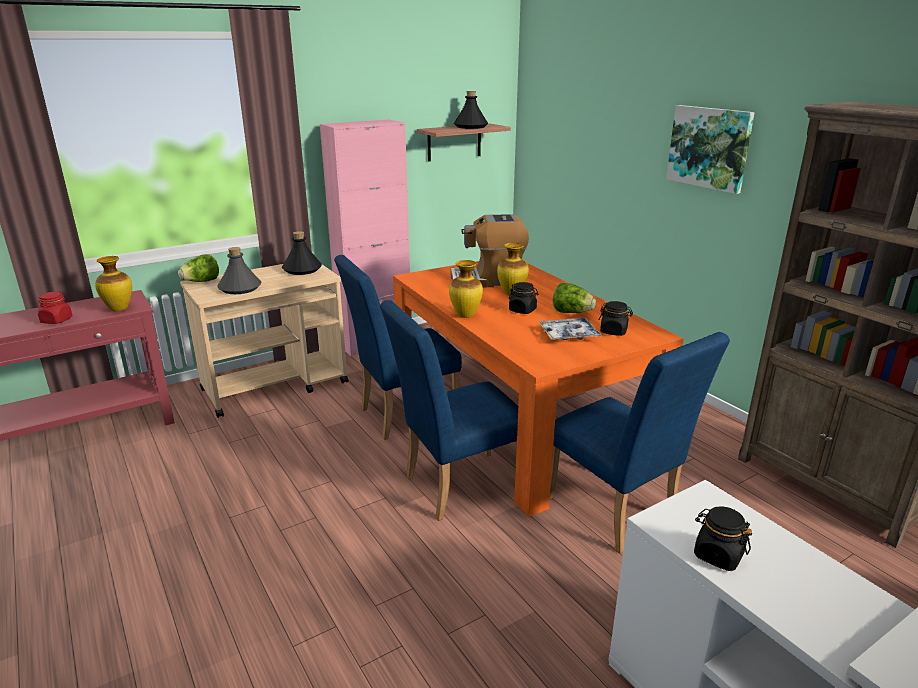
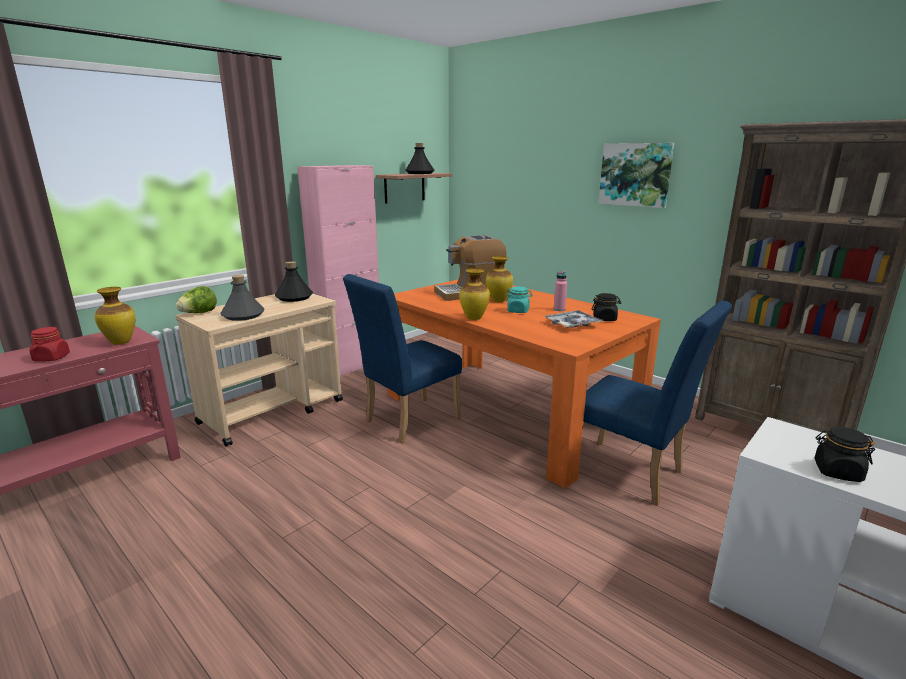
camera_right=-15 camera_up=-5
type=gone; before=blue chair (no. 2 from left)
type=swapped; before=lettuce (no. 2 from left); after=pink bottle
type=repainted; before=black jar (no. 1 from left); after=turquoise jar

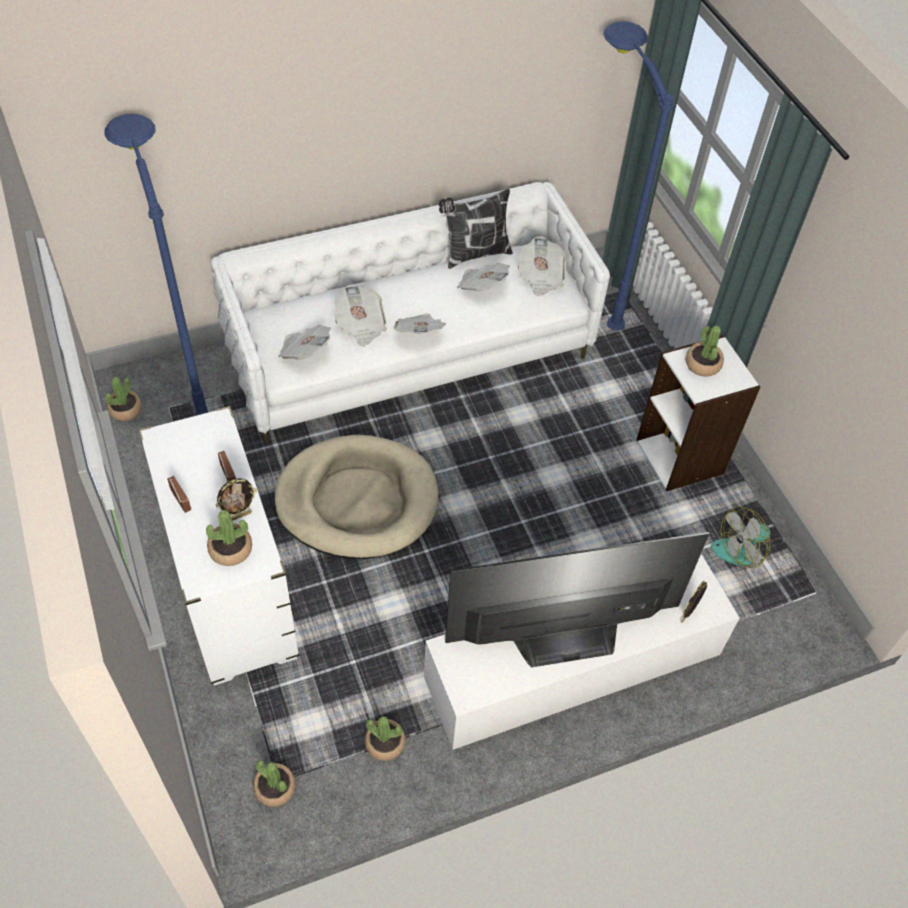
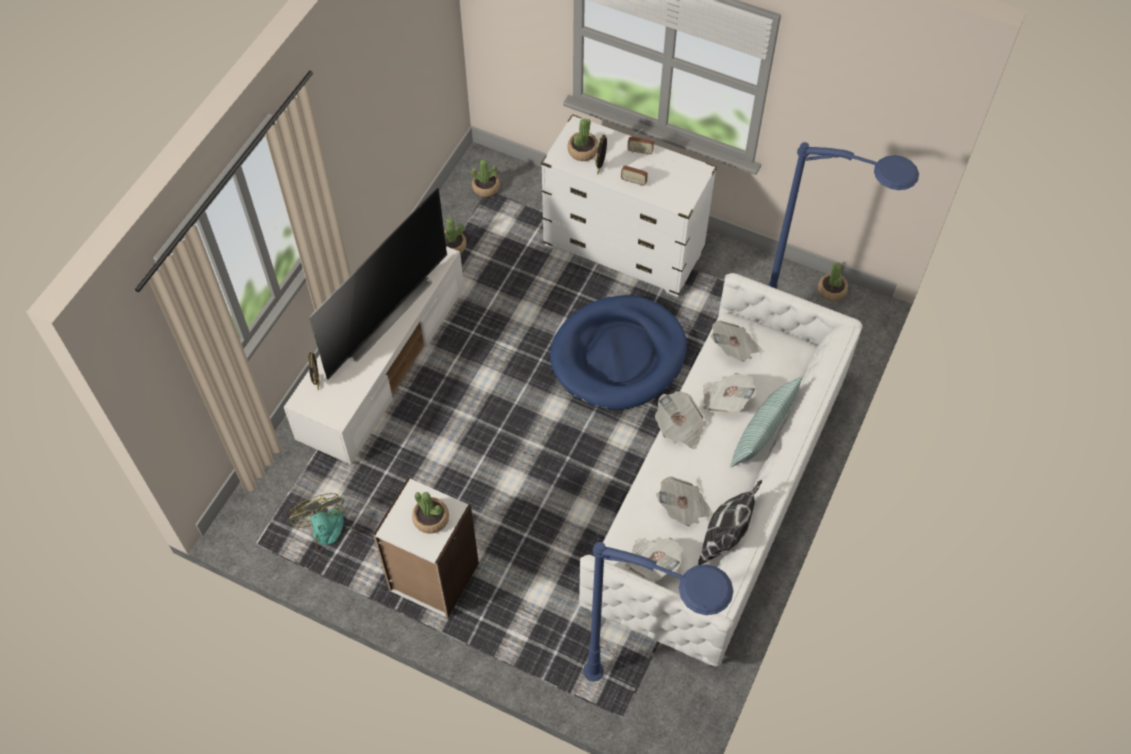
camera_right=140 camera_up=5
type=new; after=pillow (no. 2 from left)
type=repainted; before=beige dog bed; after=blue dog bed
type=rotated; before=fan; turn=-45

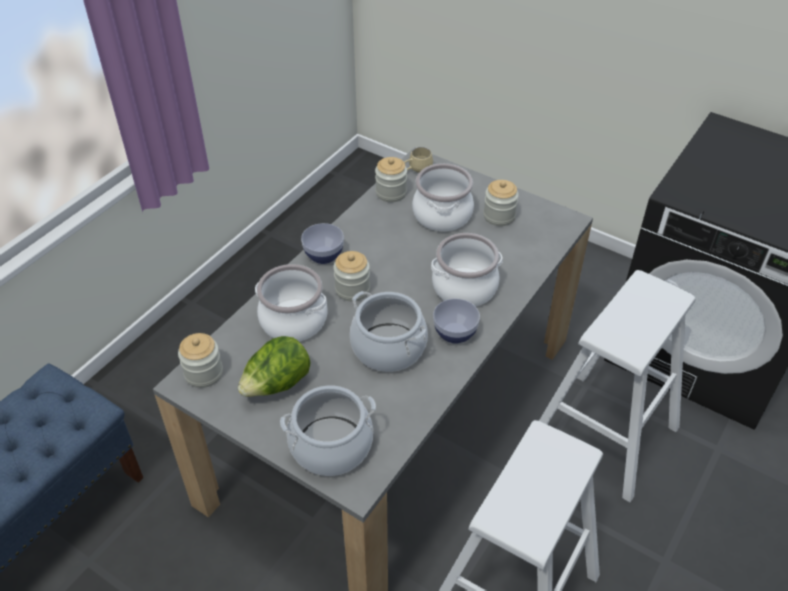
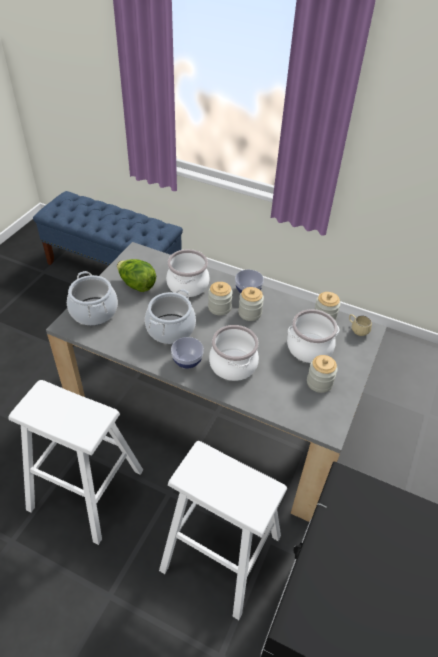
camera_right=80 camera_up=0
type=shifted; before=jar (no. 1 from left in the first image); after=jar (no. 2 from left)

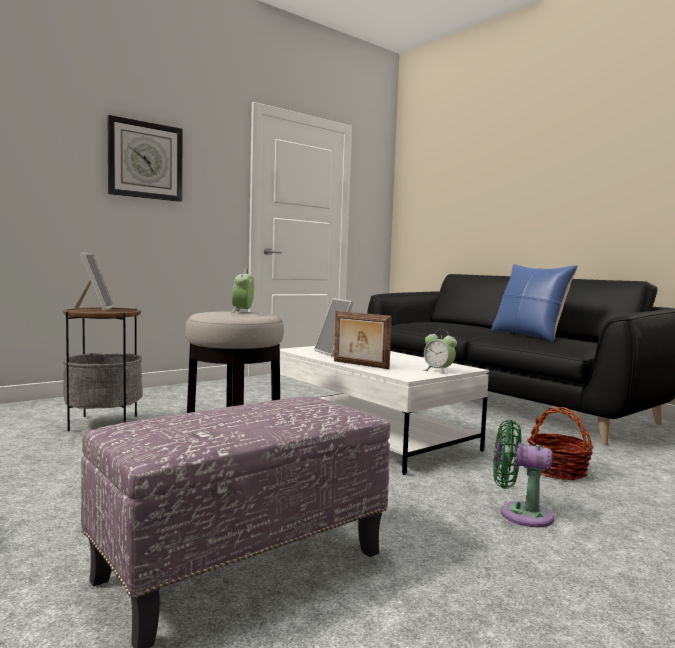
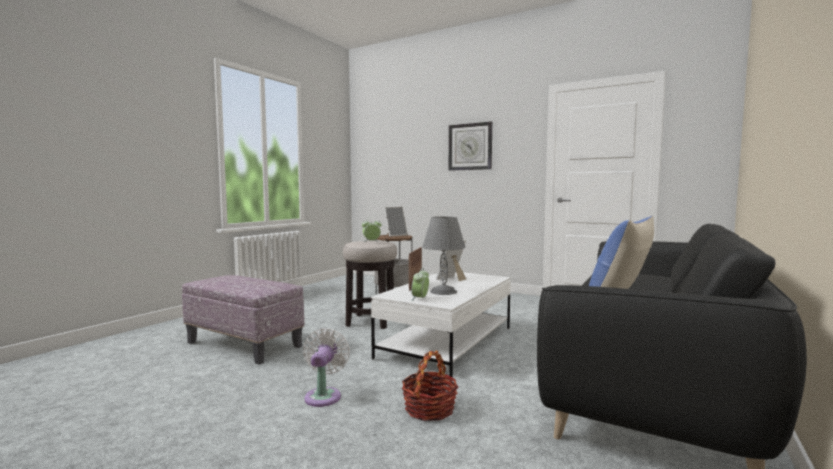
camera_right=70 camera_up=0
type=new; after=grey table lamp
type=repainted; before=green fan; after=white fan

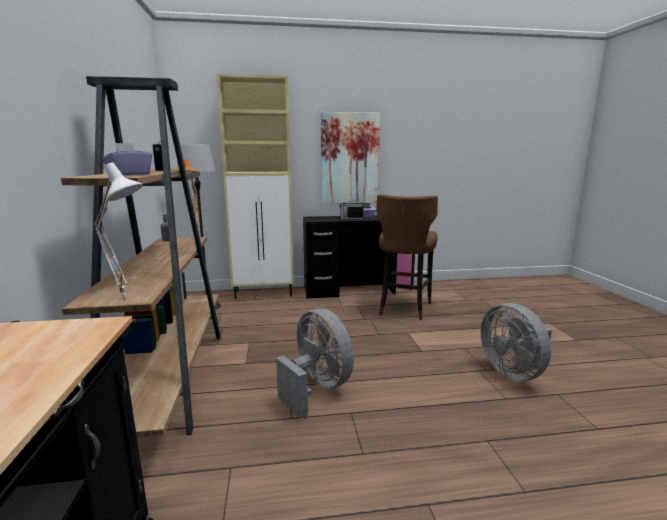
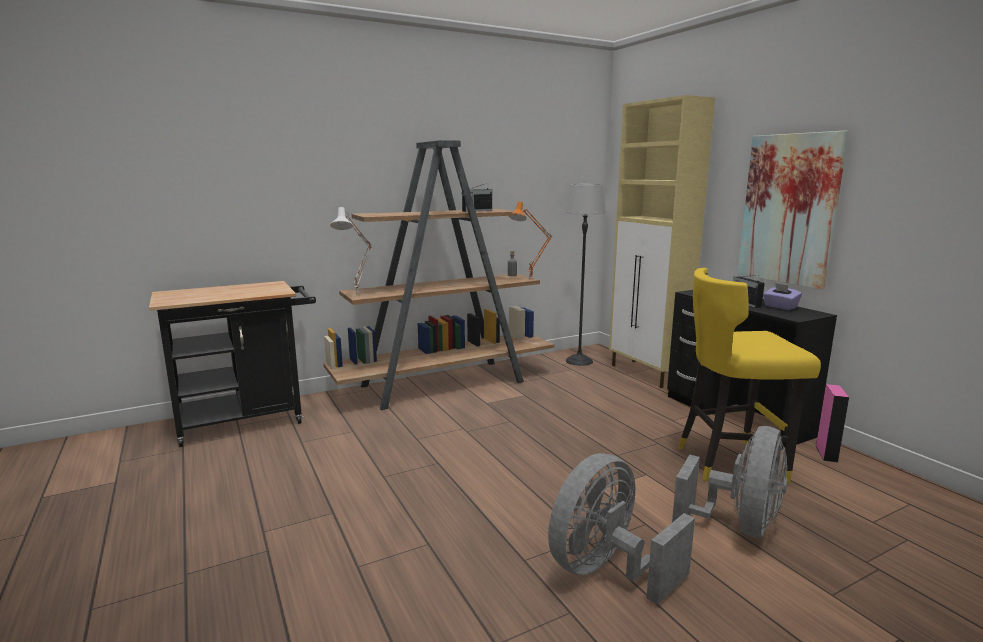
camera_right=70 camera_up=0
type=gone; before=purple tissue box (no. 1 from left)
type=shifted; before=grey fan (no. 1 from left in the first image); after=grey fan (no. 2 from left)
type=repainted; before=brown stool; after=yellow stool

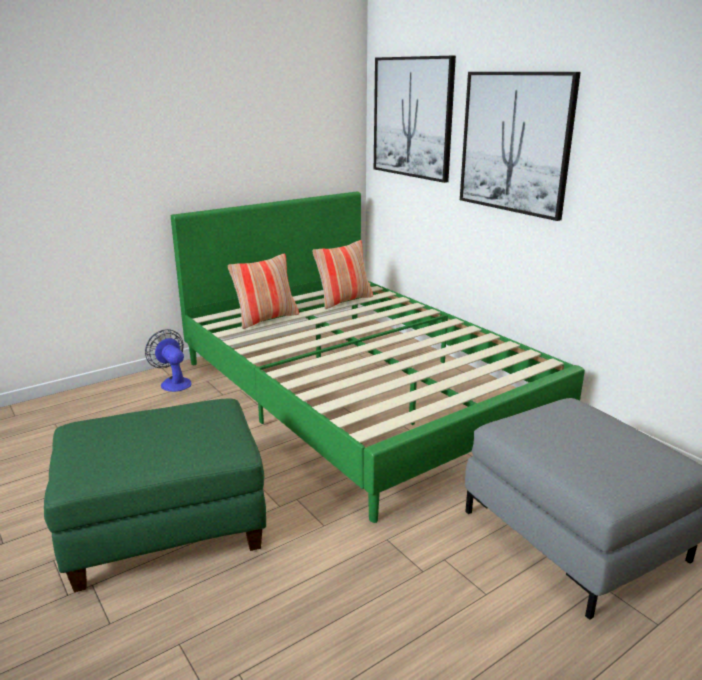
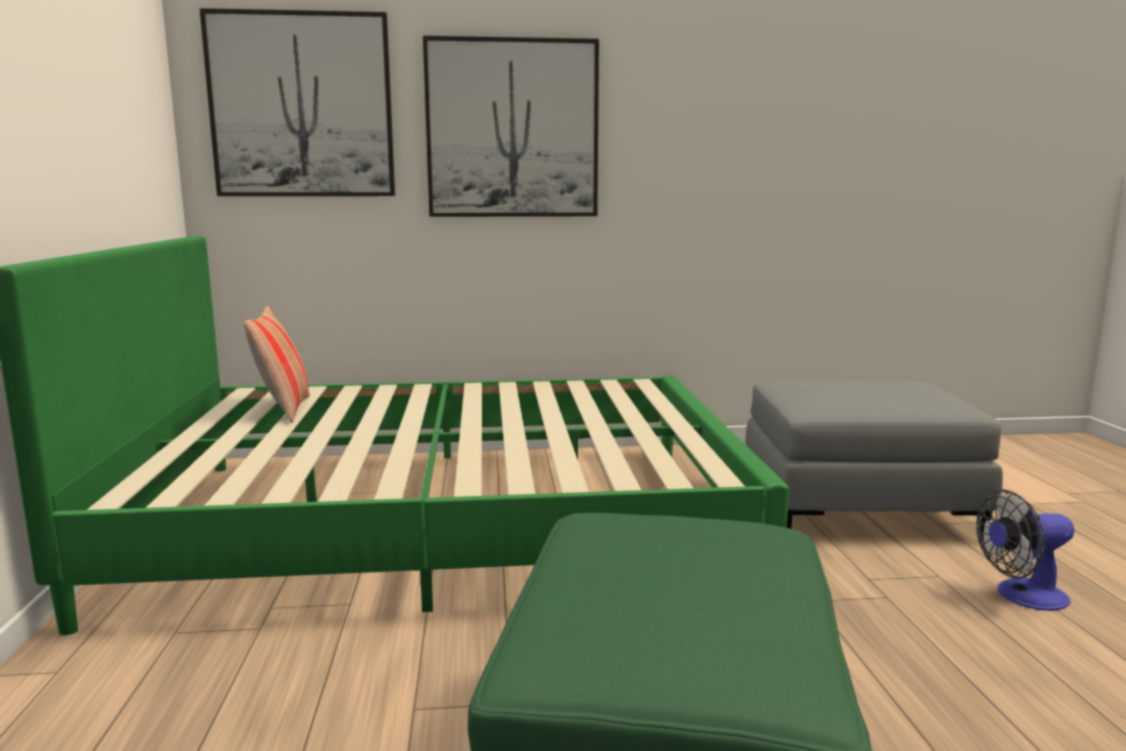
camera_right=-60 camera_up=-10
type=gone; before=pillow (no. 1 from left)
type=shifted; before=fan

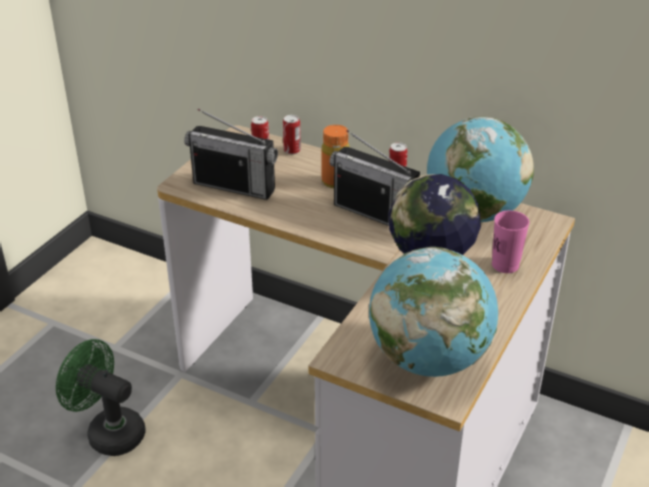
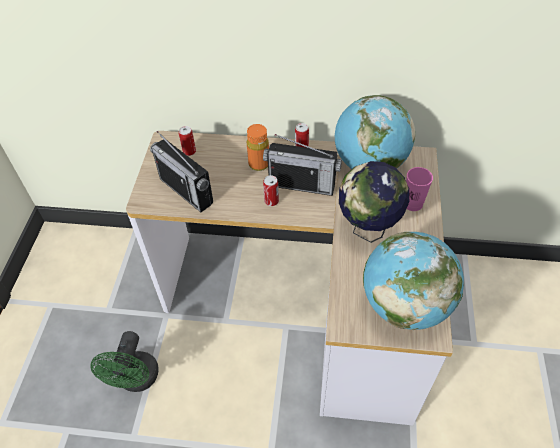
camera_right=-20 camera_up=15
type=shifted; before=can (no. 2 from left)
type=rotated; before=green fan; turn=-90
type=rotated; before=radio (no. 1 from left); turn=45

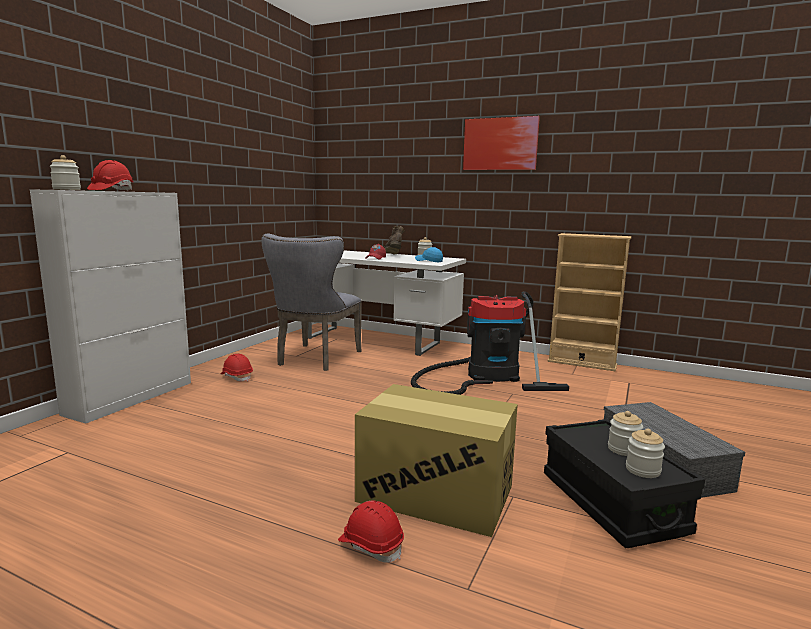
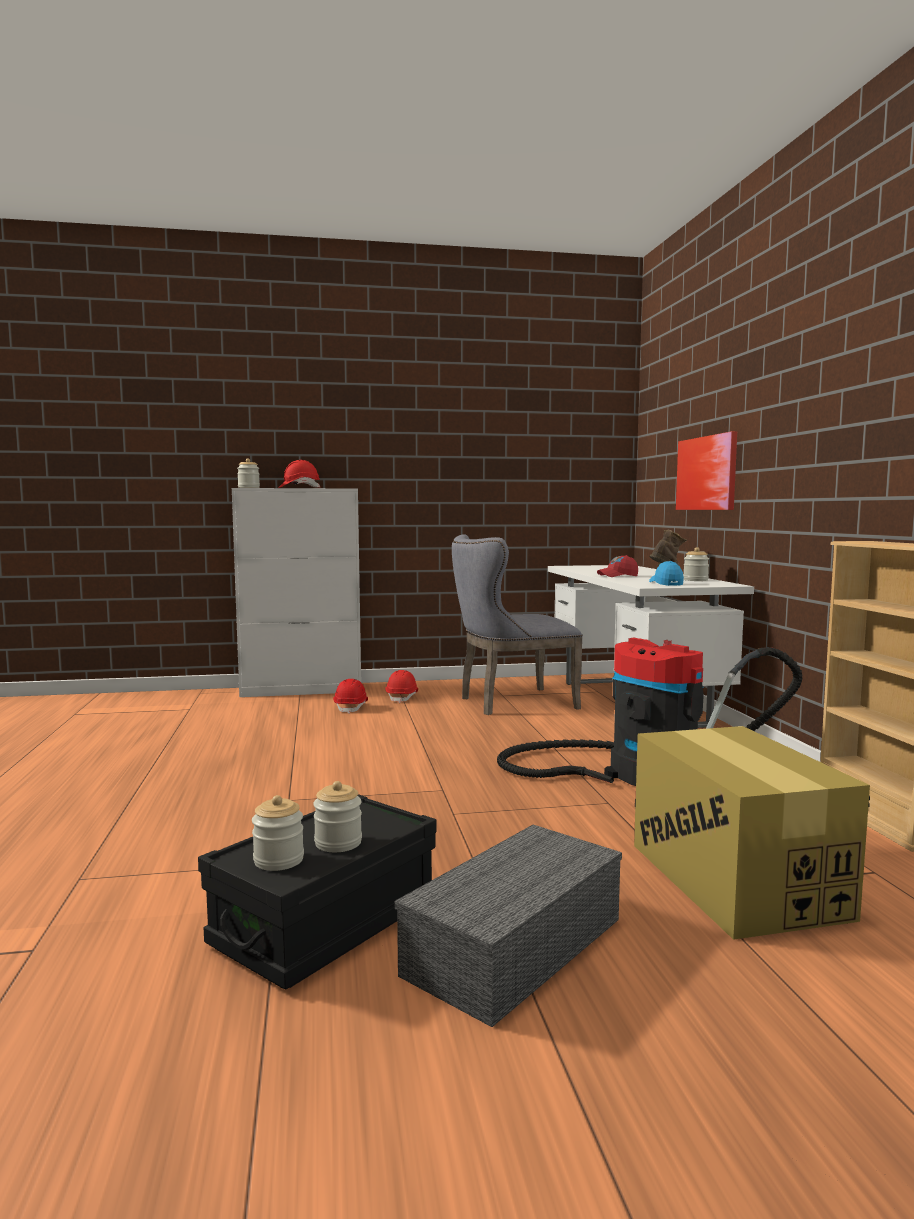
camera_right=55 camera_up=-5
type=shifted; before=red hard hat (no. 3 from left in the first image); after=red hard hat (no. 2 from left)
type=shifted; before=cardboard box
type=shifted; before=picture

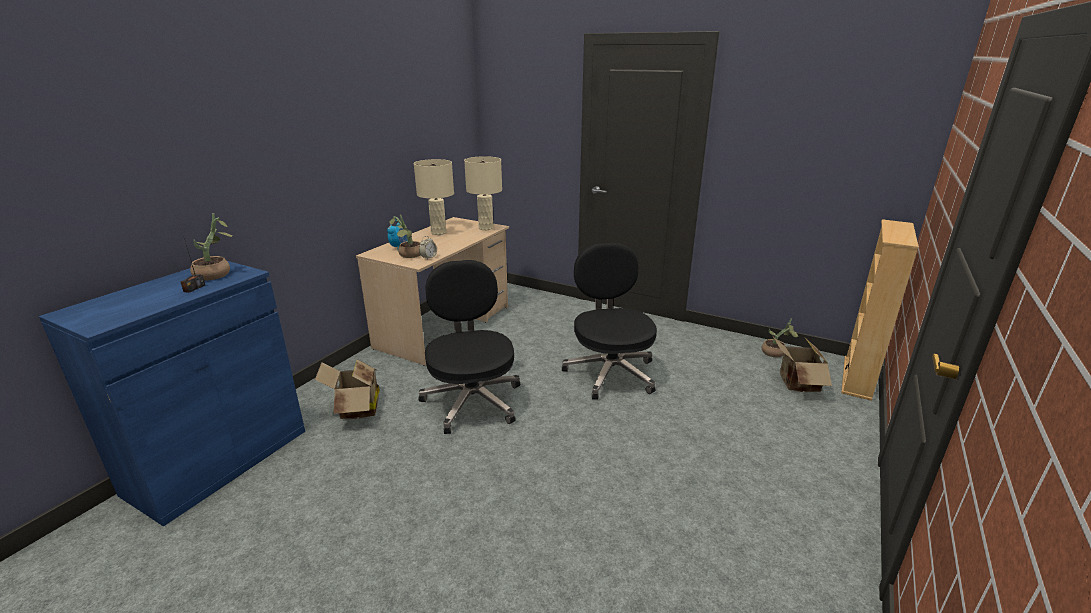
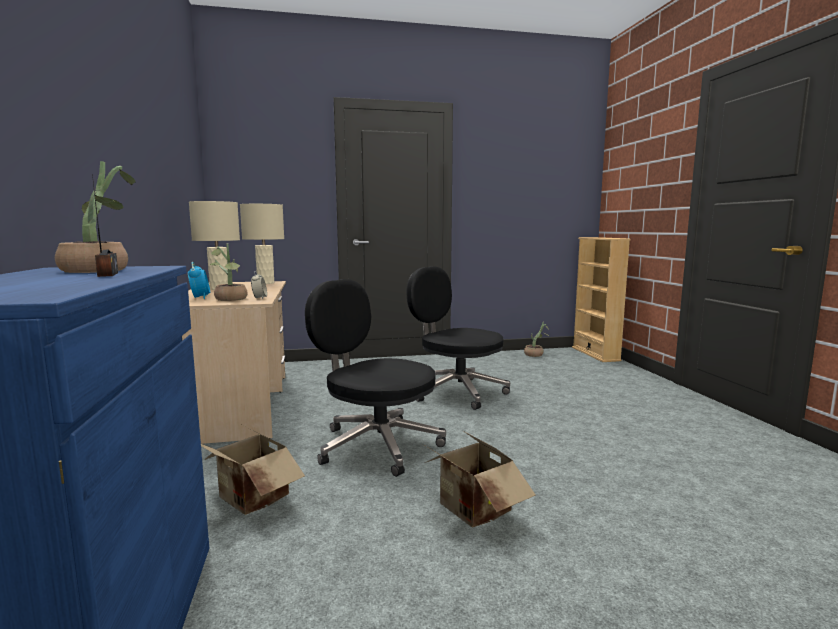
camera_right=-40 camera_up=-15
type=shifted; before=cardboard box (no. 2 from left)

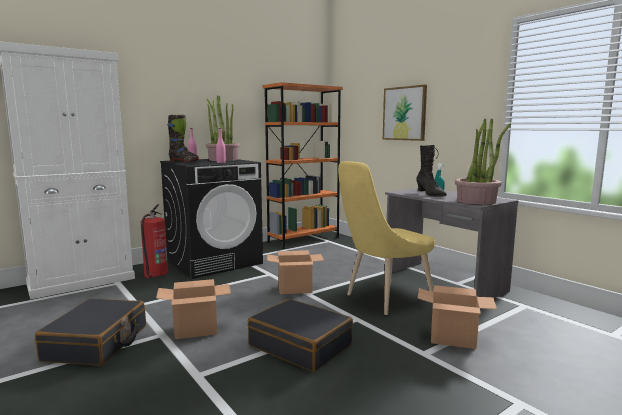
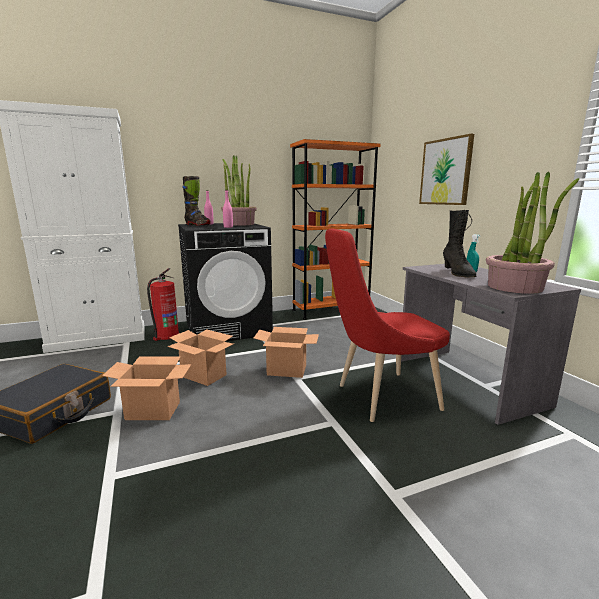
camera_right=15 camera_up=5
type=gone; before=black suitcase (no. 2 from left)
type=shifted; before=cardboard box (no. 3 from left in the first image); after=cardboard box (no. 2 from left)
type=repainted; before=yellow chair; after=red chair

